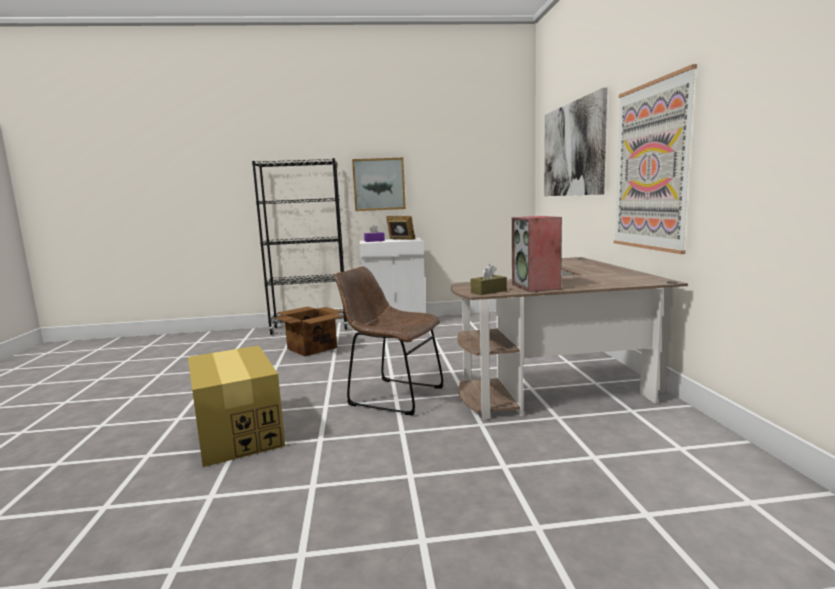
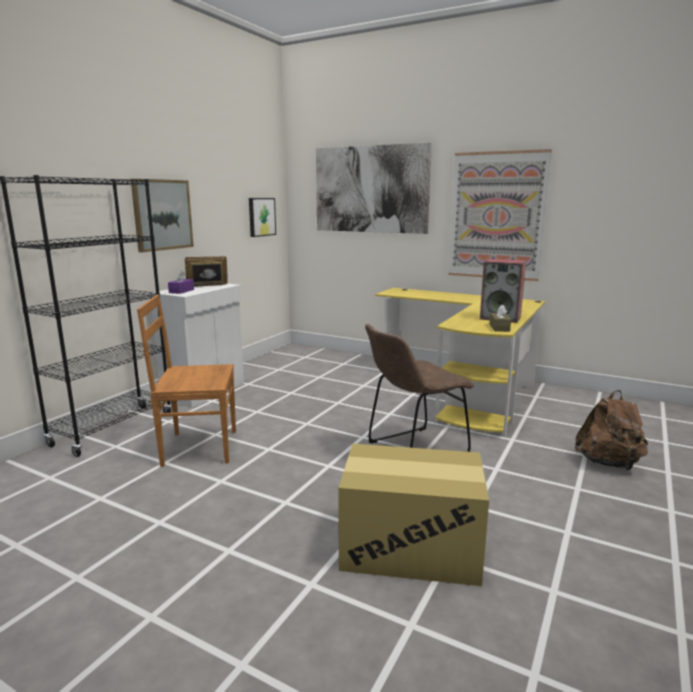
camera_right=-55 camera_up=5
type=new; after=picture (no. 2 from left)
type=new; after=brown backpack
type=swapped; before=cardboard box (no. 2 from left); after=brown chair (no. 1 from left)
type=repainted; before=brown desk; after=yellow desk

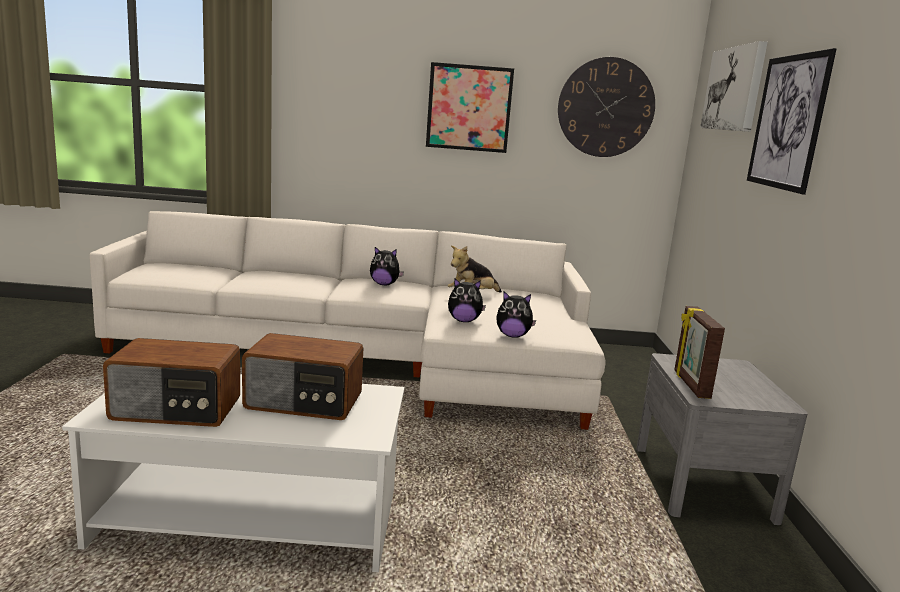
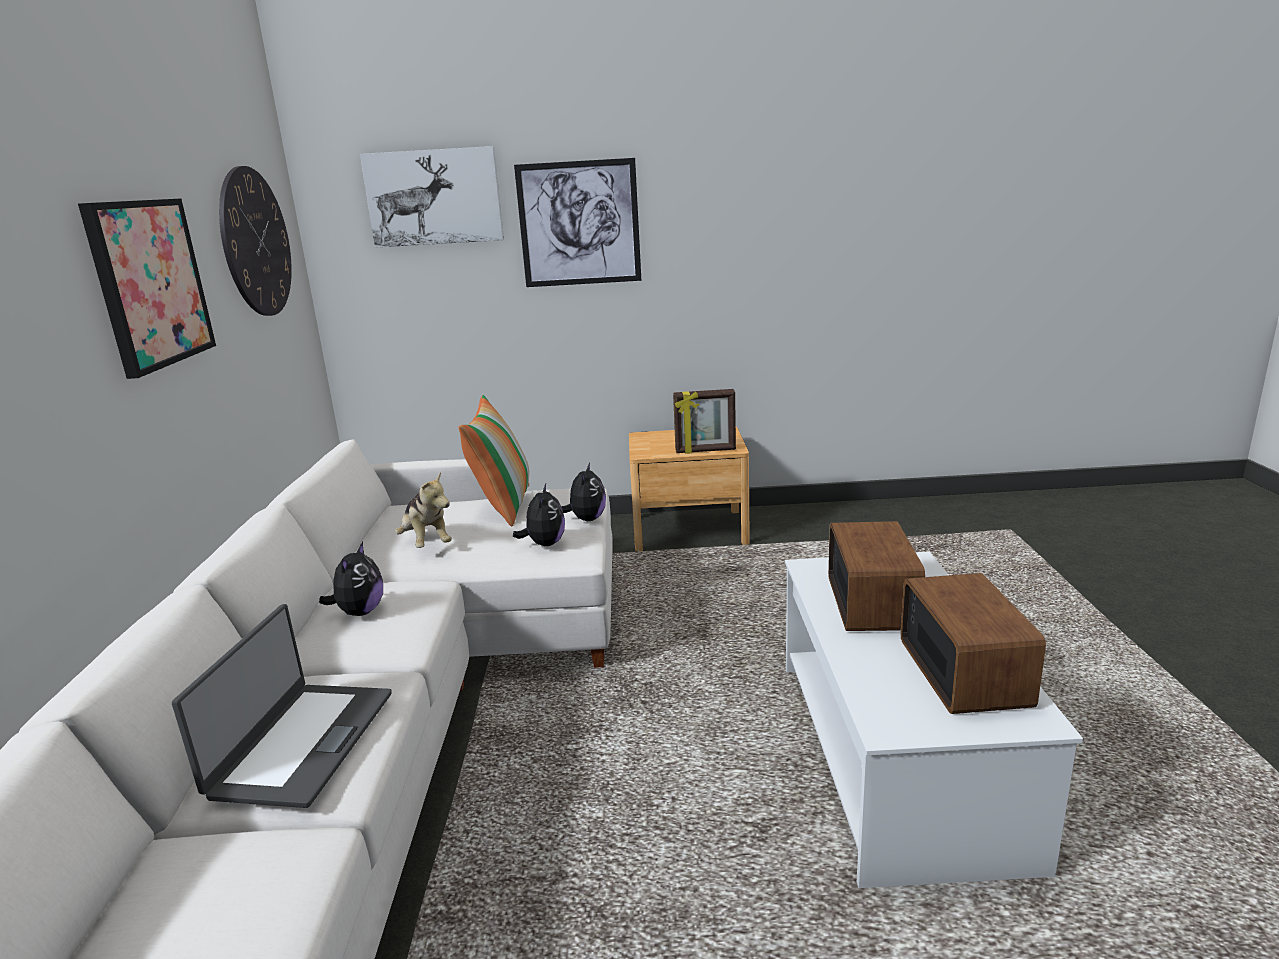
camera_right=-90 camera_up=5
type=new; after=laptop
type=new; after=pillow
type=repainted; before=grey nightstand; after=brown nightstand

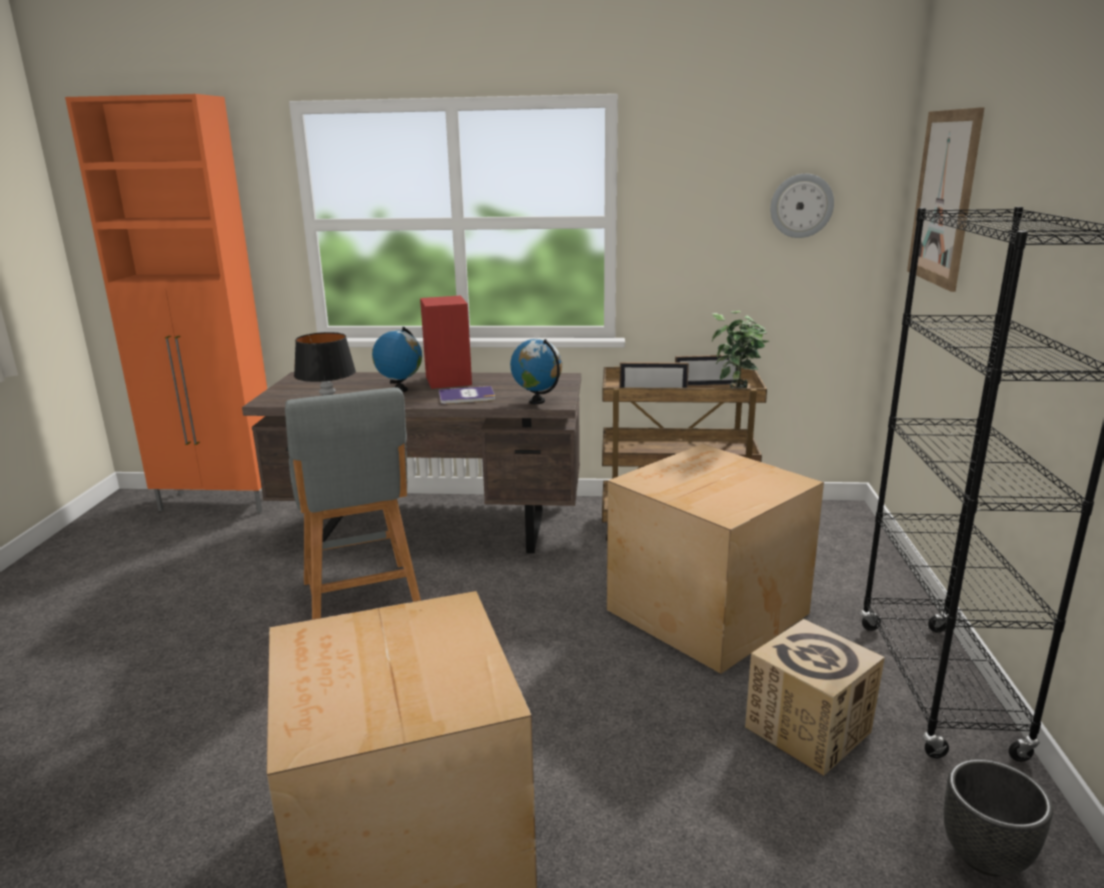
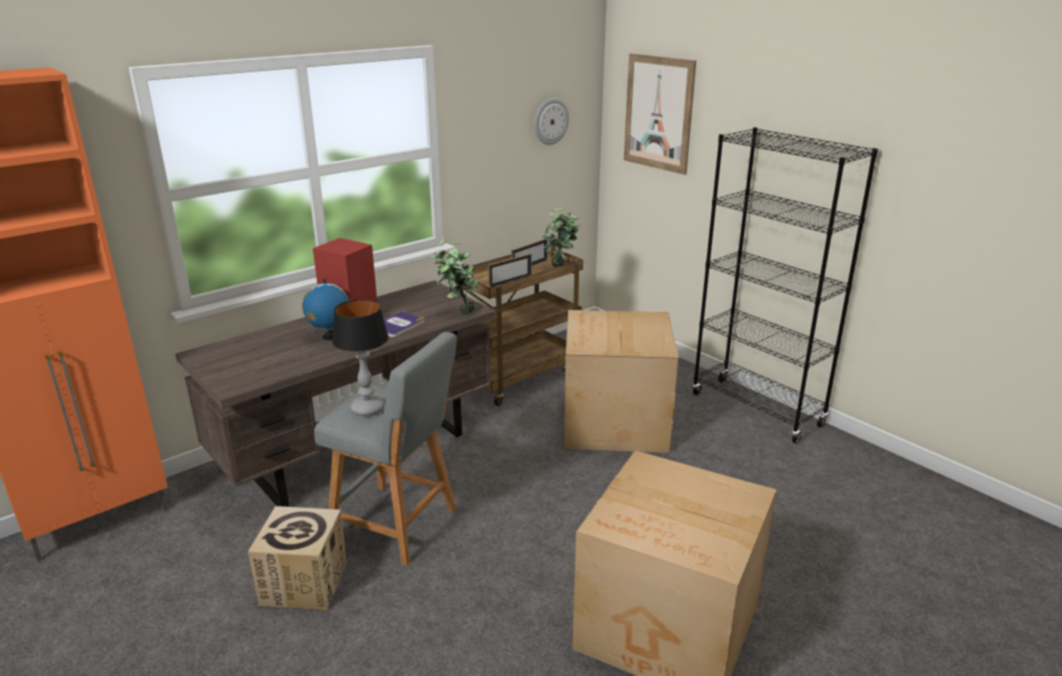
camera_right=-45 camera_up=5
type=gone; before=black planter
type=shifted; before=cardboard box (no. 3 from left in the first image); after=cardboard box (no. 1 from left)
type=swapped; before=globe (no. 2 from left); after=potted plant (no. 1 from left)

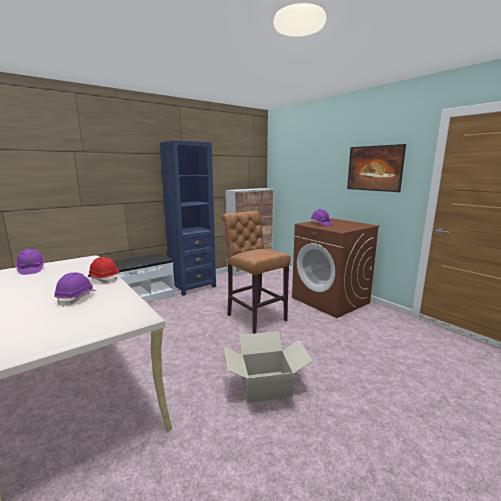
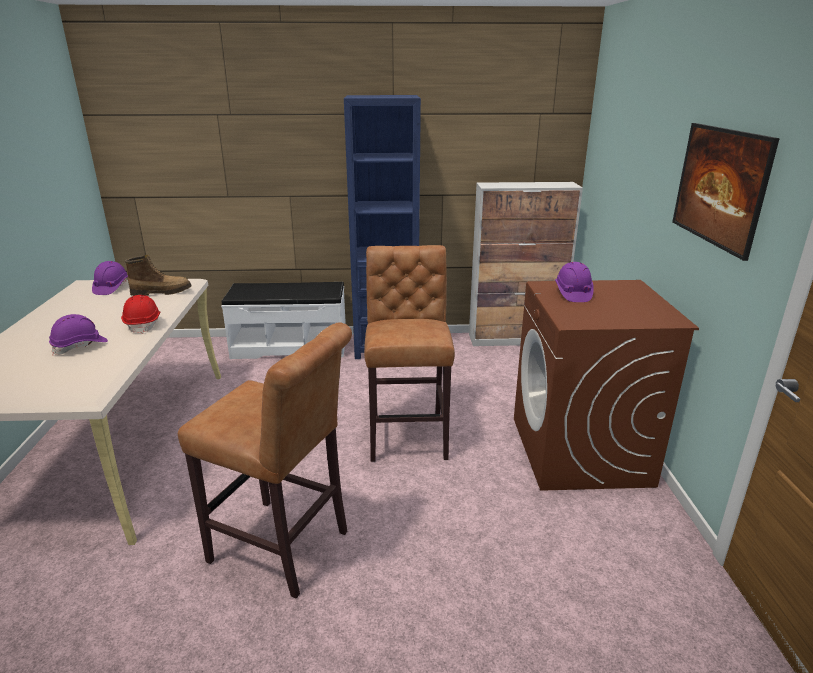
camera_right=35 camera_up=10
type=new; after=boot
type=swapped; before=cardboard box; after=brown stool (no. 1 from left)

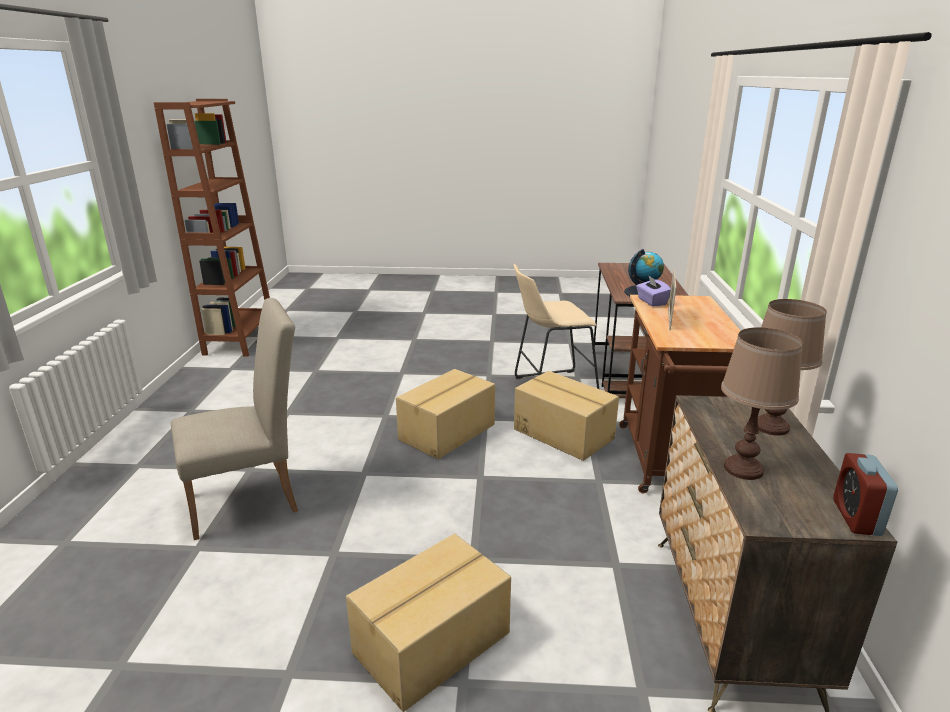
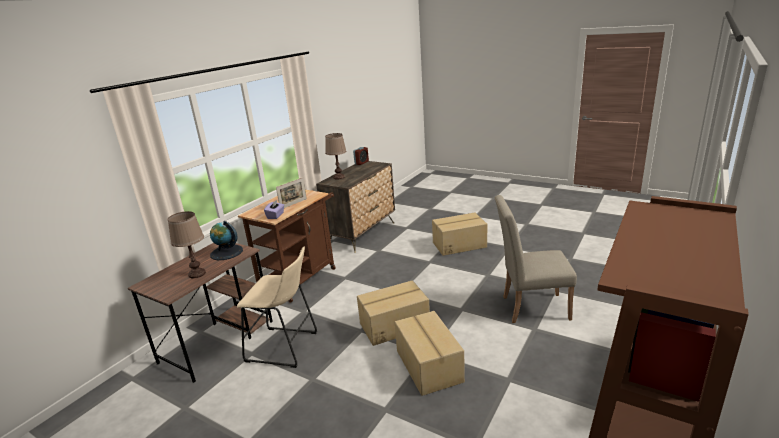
camera_right=-150 camera_up=0
type=shifted; before=cardboard box (no. 3 from left in the first image); after=cardboard box (no. 2 from left)
type=shifted; before=brown table lamp (no. 1 from left)

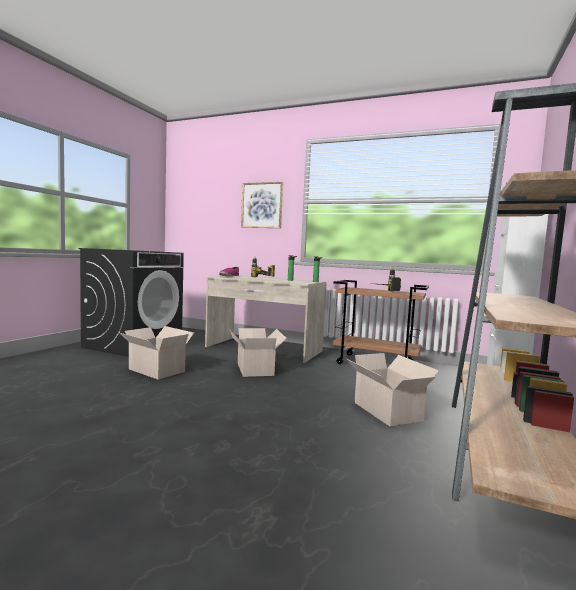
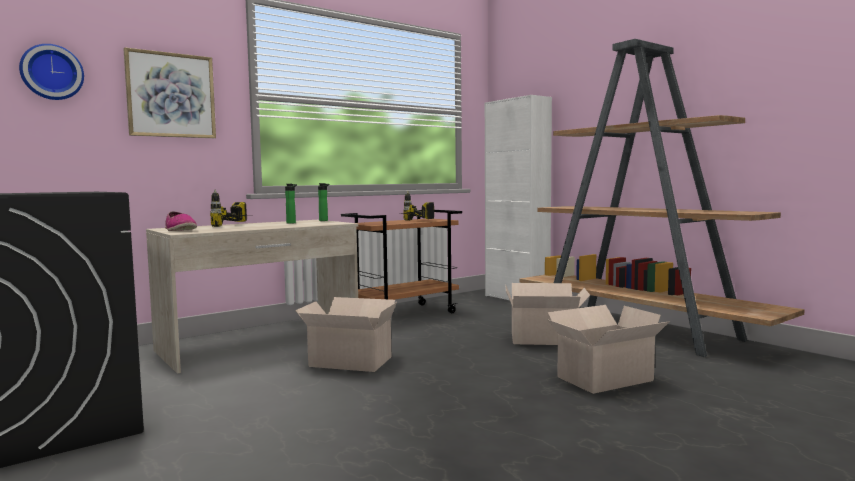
camera_right=-60 camera_up=0
type=new; after=wall clock
type=shifted; before=cardboard box (no. 1 from left in the first image); after=cardboard box (no. 3 from left)

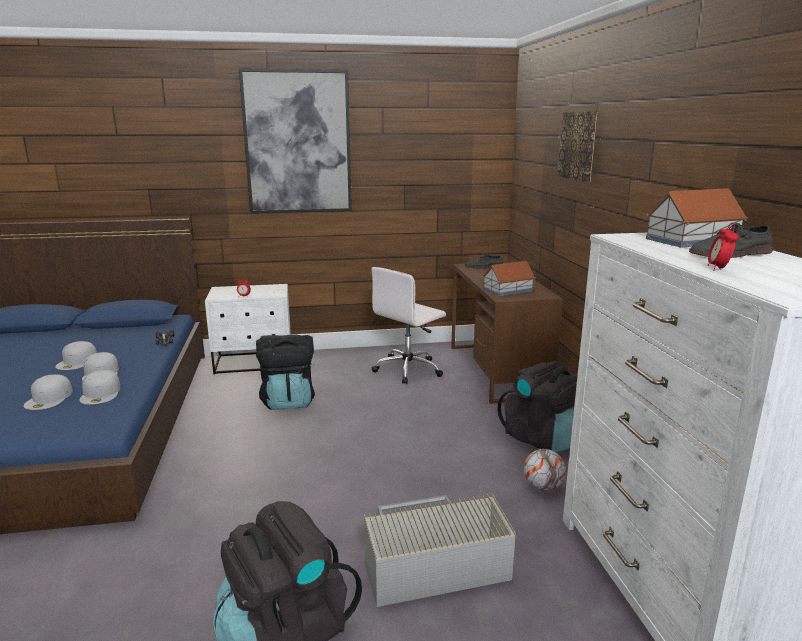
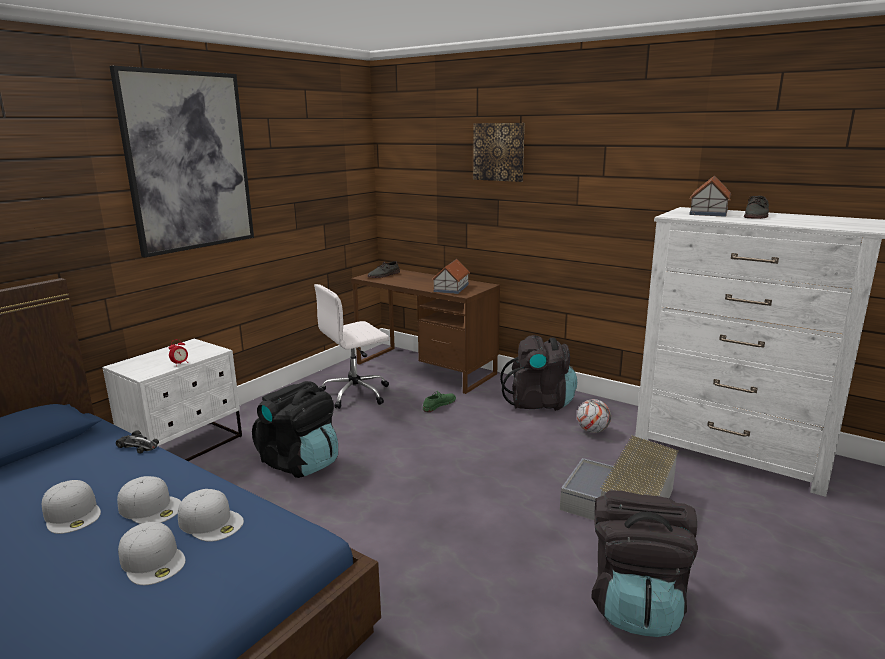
camera_right=-45 camera_up=0
type=gone; before=alarm clock (no. 2 from left)
type=new; after=green shoe
type=rotated; before=white office chair; turn=60

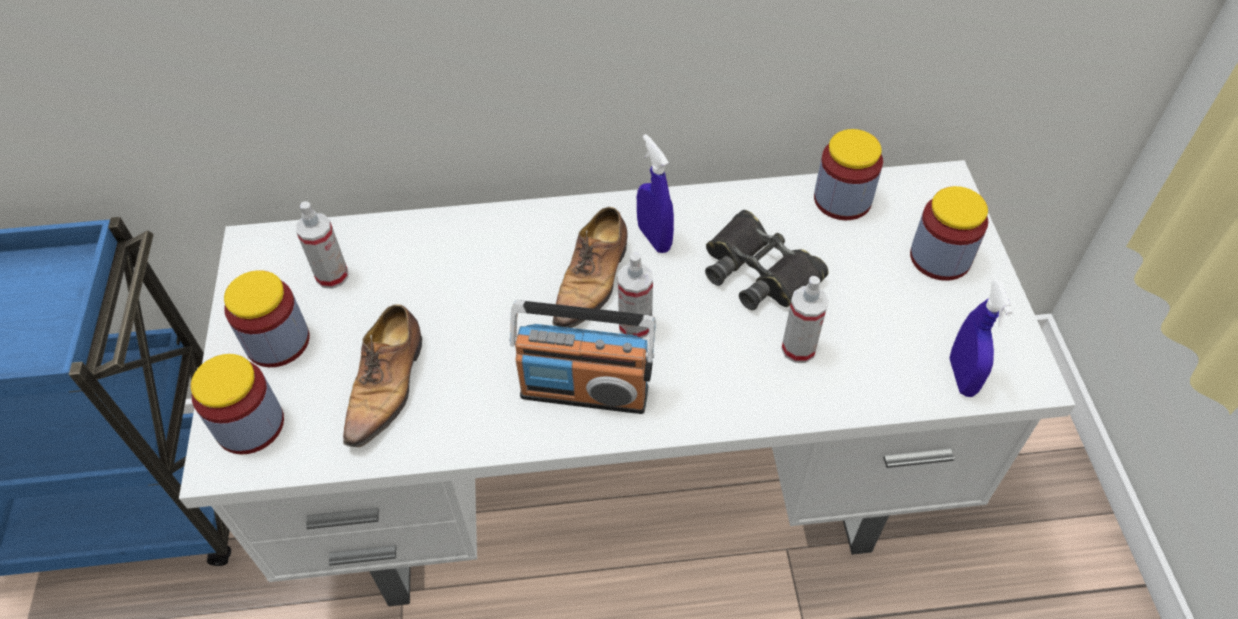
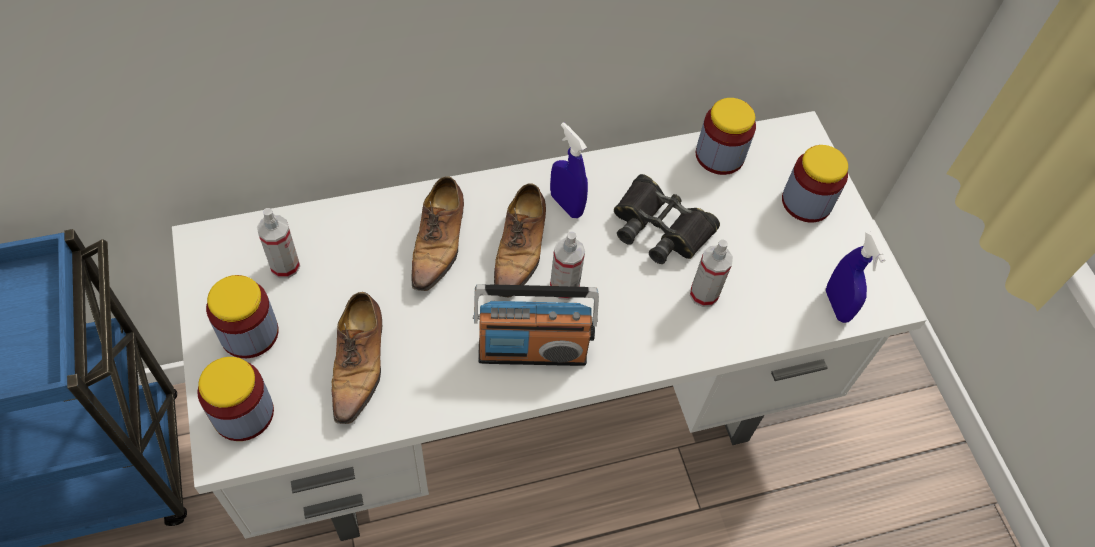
camera_right=-15 camera_up=5
type=new; after=shoe (no. 2 from left)

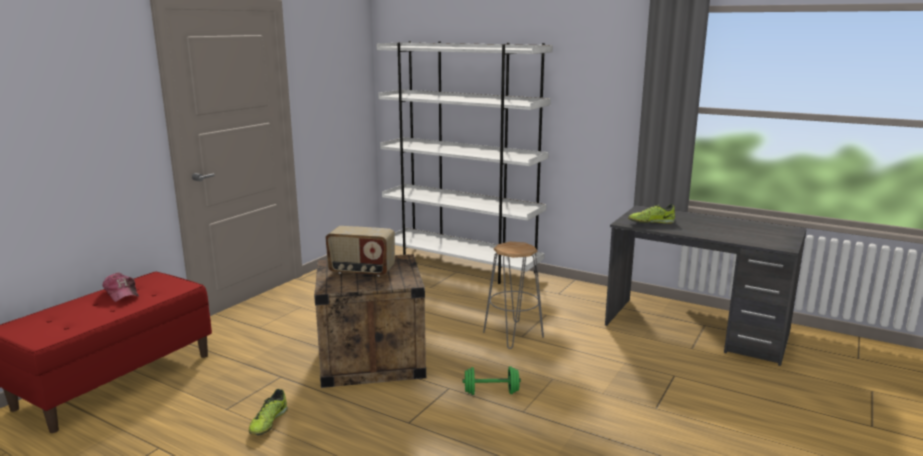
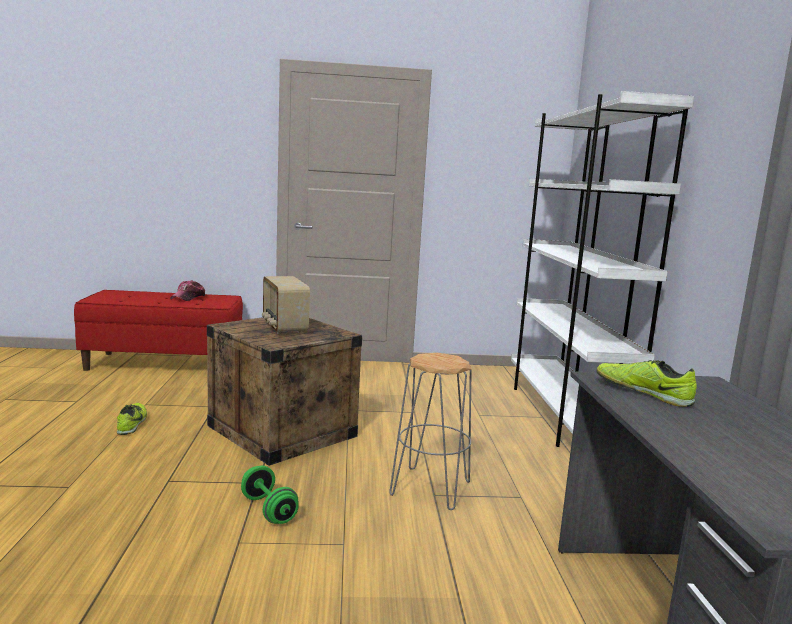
camera_right=55 camera_up=-5
type=rotated; before=shoe (no. 1 from left); turn=105

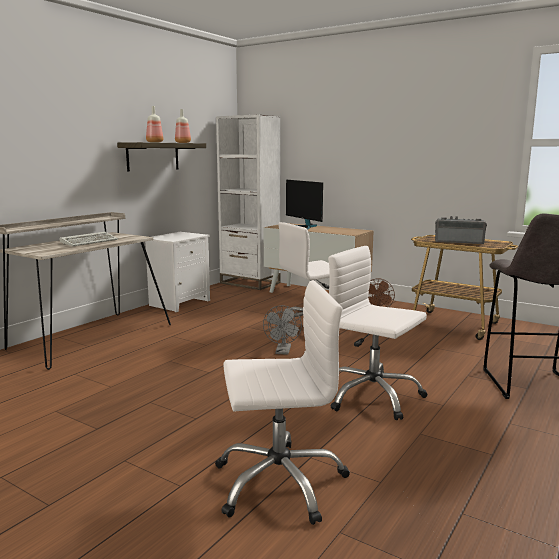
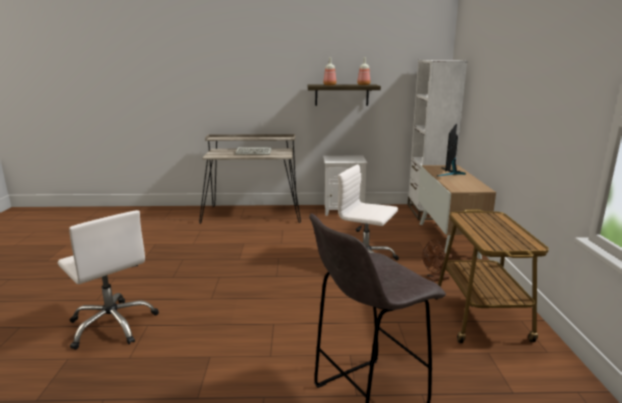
camera_right=55 camera_up=5
type=gone; before=grey fan
type=gone; before=white office chair (no. 3 from left)
type=gone; before=radio

